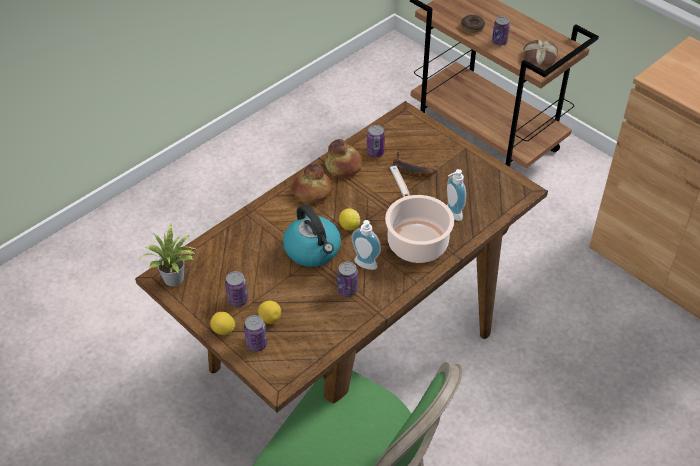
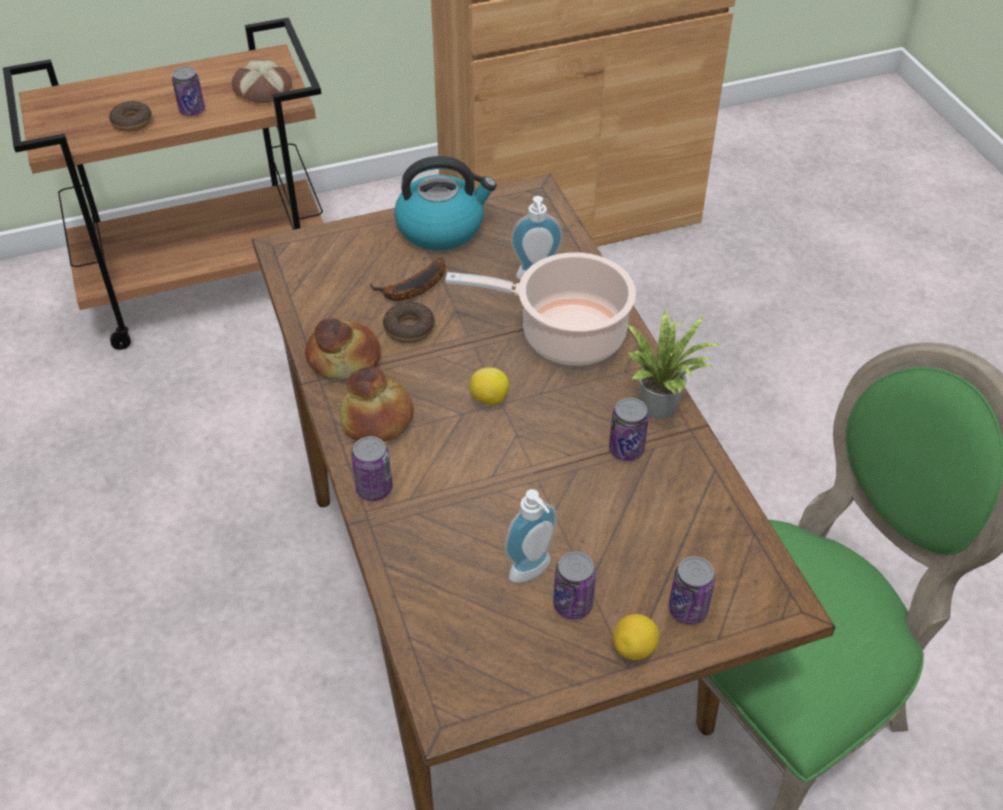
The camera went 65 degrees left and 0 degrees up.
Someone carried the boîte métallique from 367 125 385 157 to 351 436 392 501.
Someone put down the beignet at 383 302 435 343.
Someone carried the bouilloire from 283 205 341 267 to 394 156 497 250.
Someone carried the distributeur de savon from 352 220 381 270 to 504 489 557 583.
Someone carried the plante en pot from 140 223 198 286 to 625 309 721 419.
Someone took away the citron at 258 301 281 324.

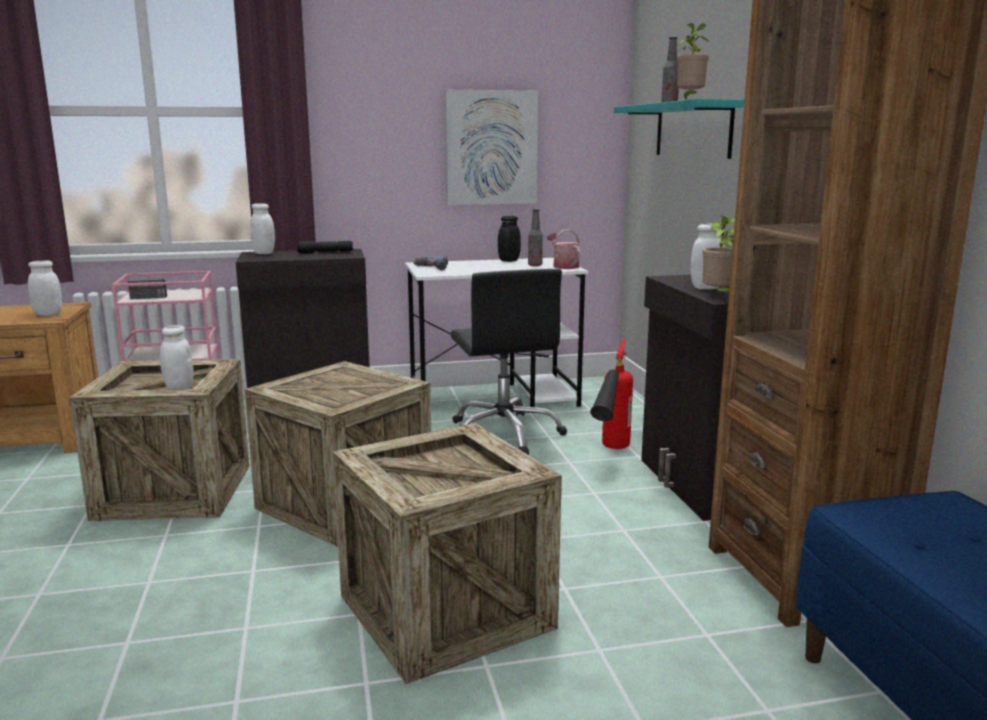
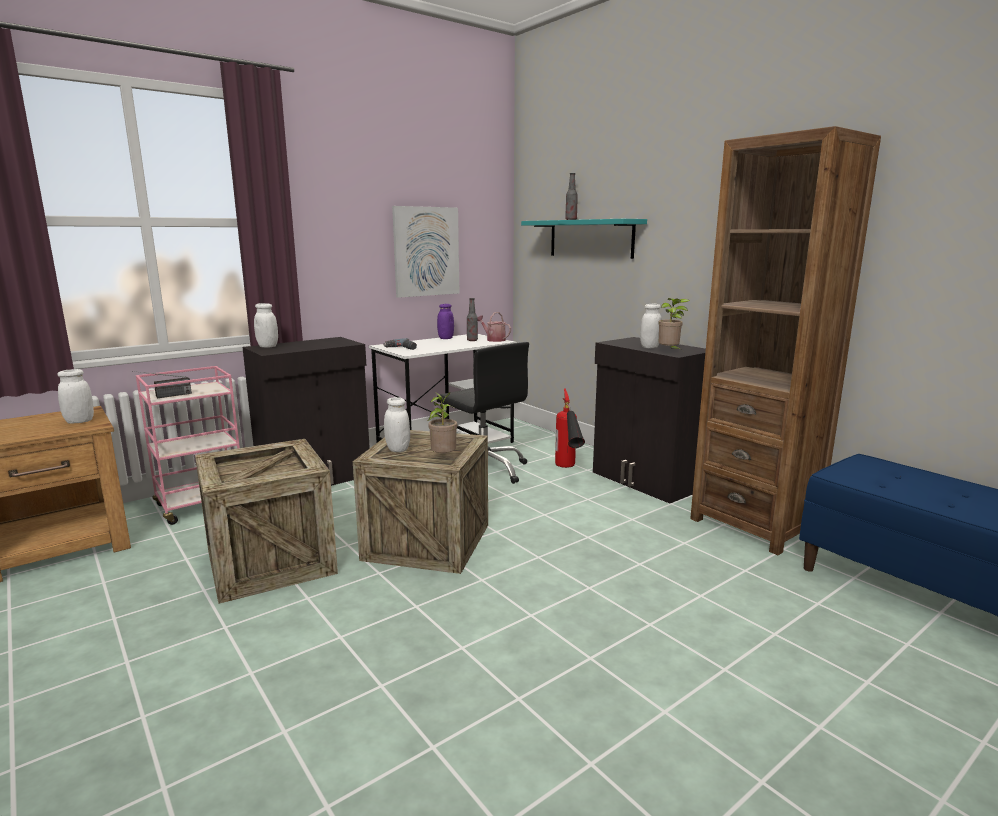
The camera went 25 degrees left and 0 degrees up.
Someone carried the bocal [blanc] from 160 325 194 389 to 384 397 410 452.
Someone carried the plante en pot from 677 23 709 99 to 428 392 457 453.
Someone repainted the bocal [noir] at 498 216 521 262, which became the bocal [violet] at 437 304 454 339.
Someone took away the lampe de poche [noir] at 297 241 353 254.
Someone took away the caisse at 333 423 562 684.

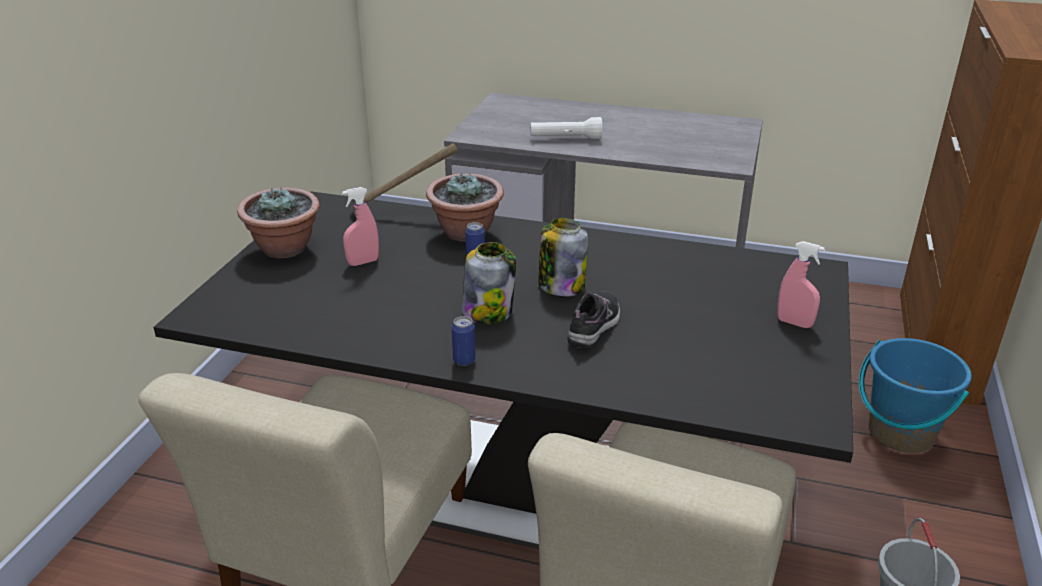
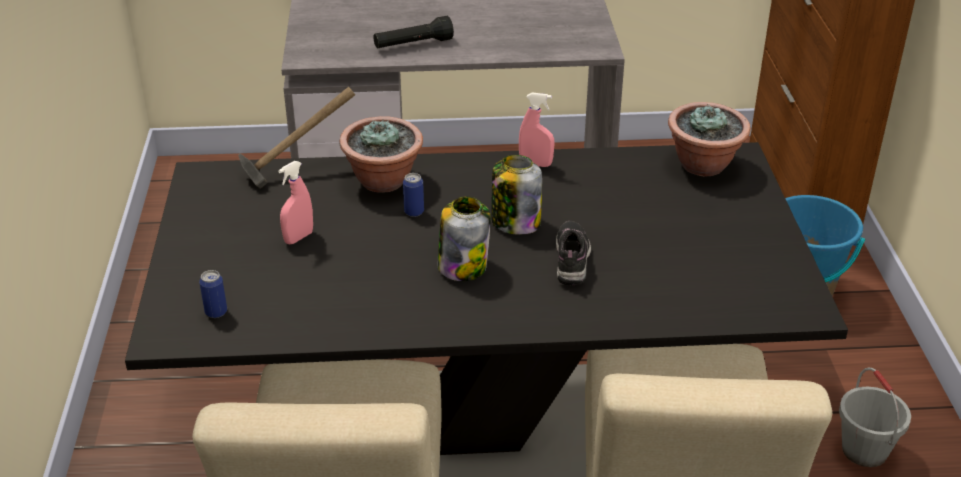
The camera went 20 degrees left and 5 degrees up.
Someone carried the boîte métallique from 452 316 476 366 to 199 270 227 318.
Someone repainted the lampe de poche [blanc] at 530 117 603 139, which became the lampe de poche [noir] at 373 16 454 48.
Someone carried the vaporisateur [rose] from 777 241 825 328 to 519 93 555 167.
Someone carried the plante en pot from 237 187 320 258 to 668 102 751 176.

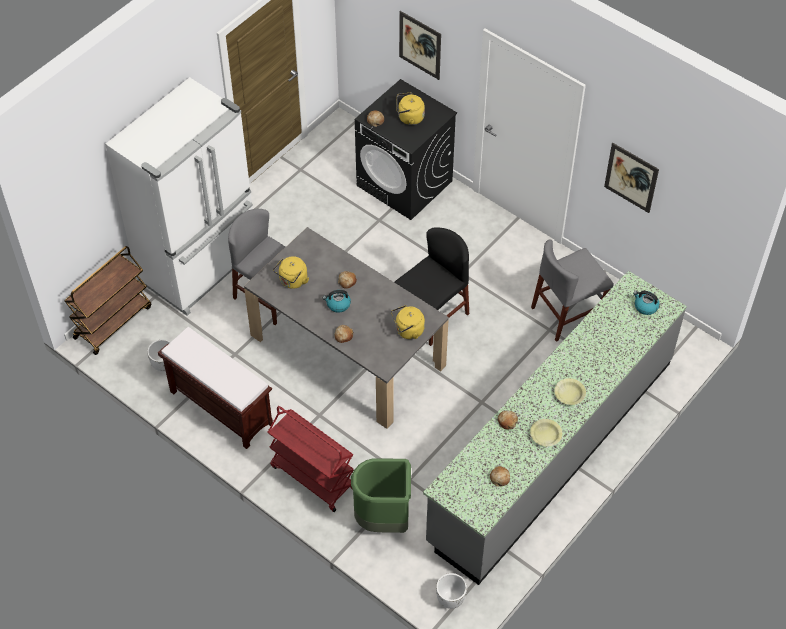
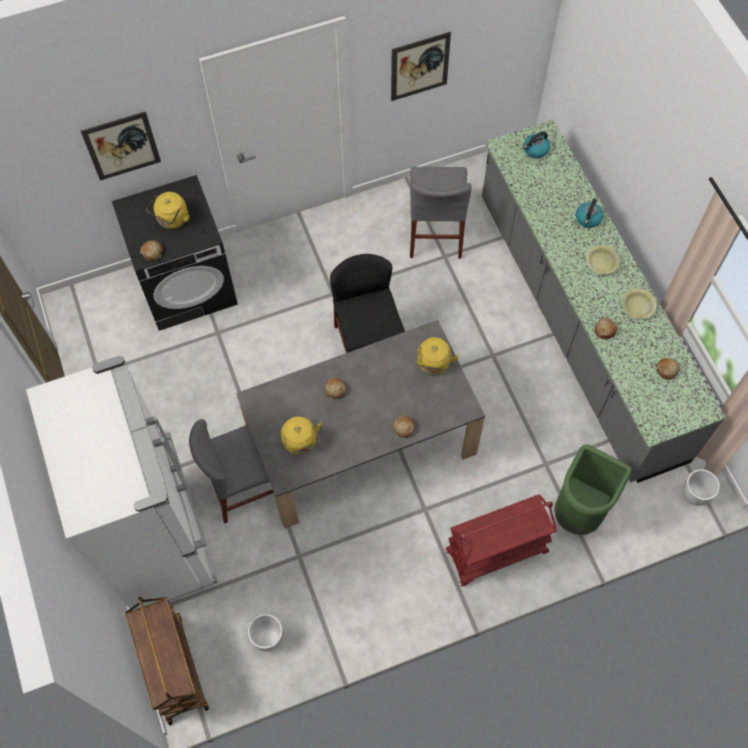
The camera went 60 degrees left and 10 degrees up.
Someone carried the bouilloire from 323 290 351 313 to 576 199 603 228.
Someone took away the banc [marron] at 158 327 273 449.

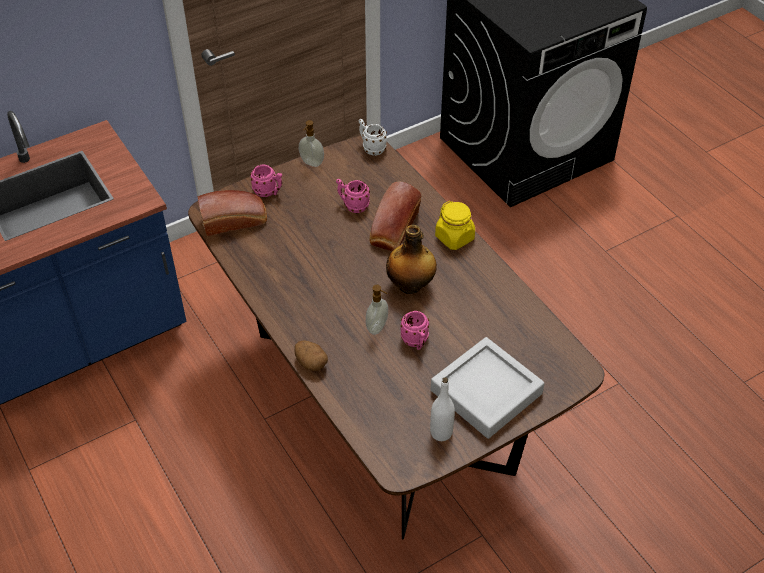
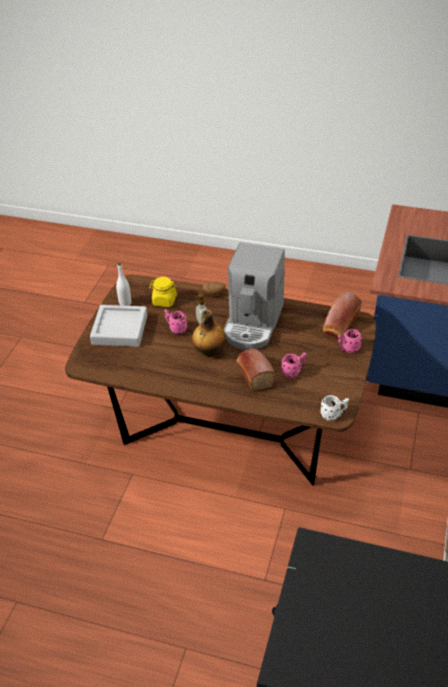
The camera went 140 degrees right and 5 degrees down.
Someone carried the bocal [jaune] from 435 201 475 250 to 149 277 177 307.
Someone put down the machine à café at 223 243 285 350.
Someone took away the distributeur de savon at 299 120 324 167.

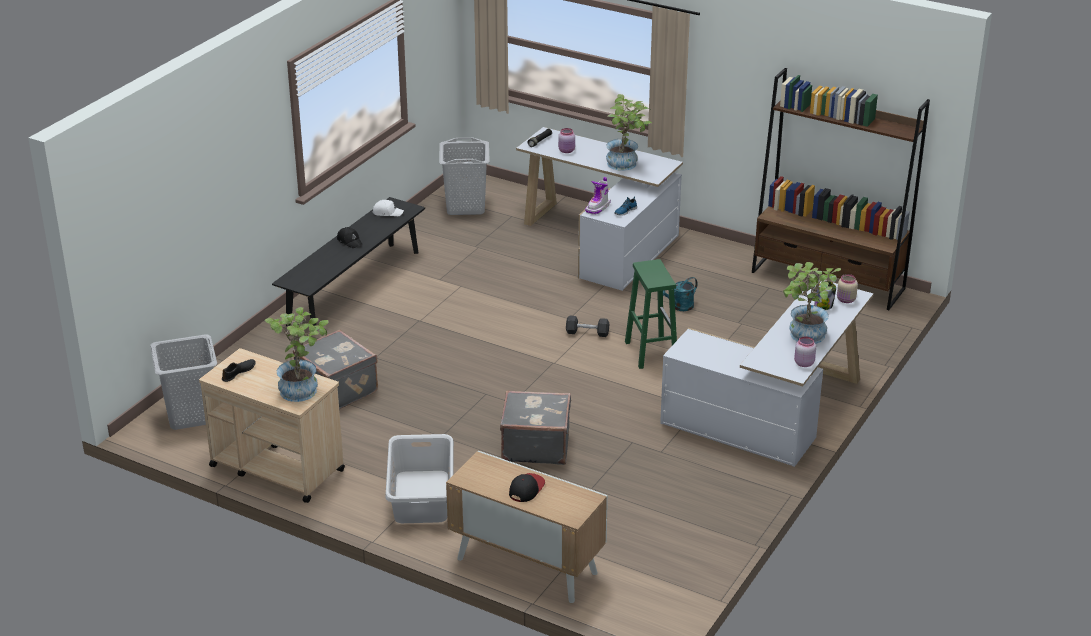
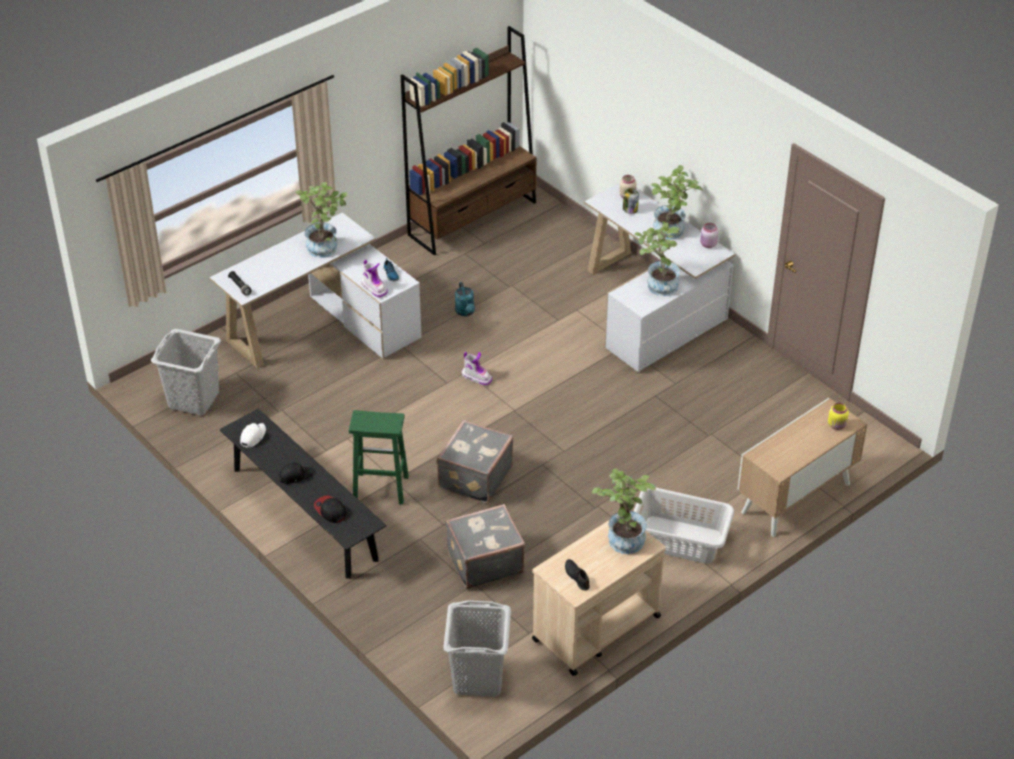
The camera went 70 degrees left and 10 degrees up.
Someone carried the casquette from 509 473 545 502 to 314 496 347 523.
Someone carried the tabouret [vert] from 625 259 677 369 to 349 410 409 504.
Someone carried the valise [gris] from 500 390 571 465 to 437 420 513 503.
Someone swapped the haltère [noir] at 566 315 609 337 for the botte at 462 352 492 386.
Someone put down the plante en pot at 635 223 680 296.
Someone put down the bocal [jaune] at 828 402 849 430.
Someone took away the bocal [rose] at 558 128 575 153.

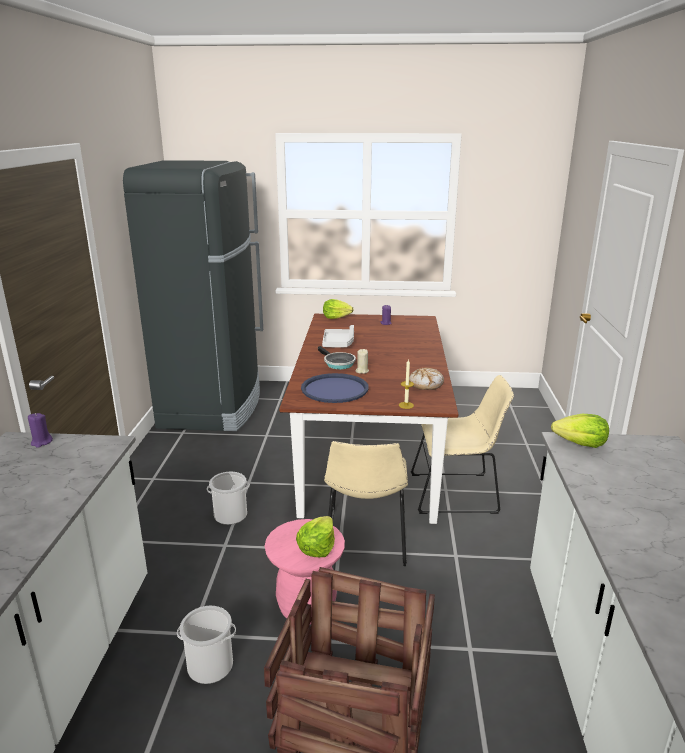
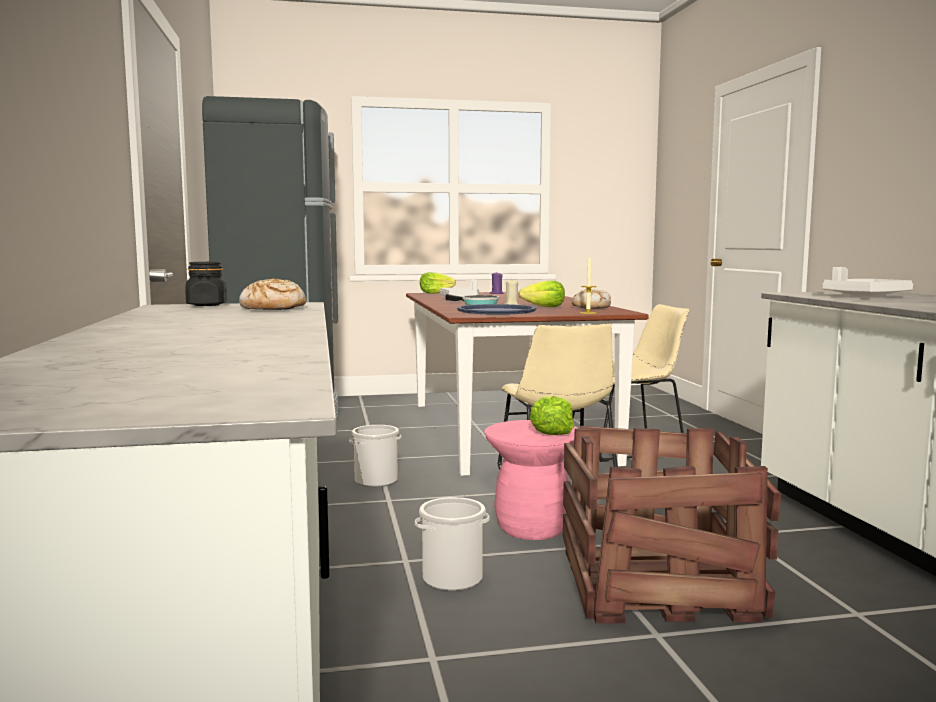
The camera went 15 degrees left and 15 degrees down.
Someone swapped the bougie [violet] at 28 413 53 448 for the bocal [noir] at 185 262 227 306.
Someone put down the pain at 239 278 306 310.
Someone carried the laitue from 551 414 609 448 to 519 280 565 307.
Someone put down the plateau [blanc] at 822 267 913 297.

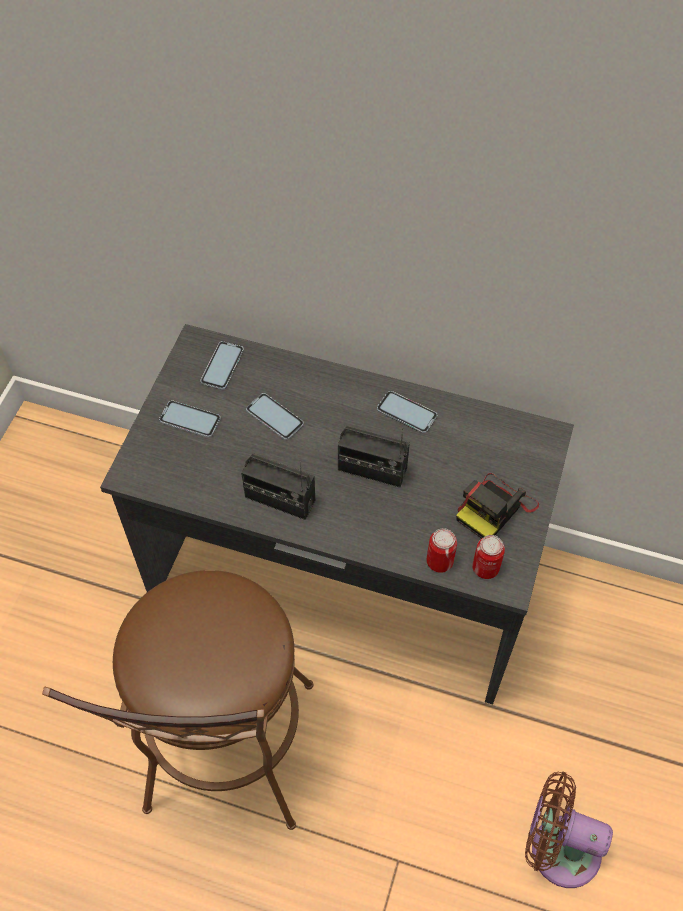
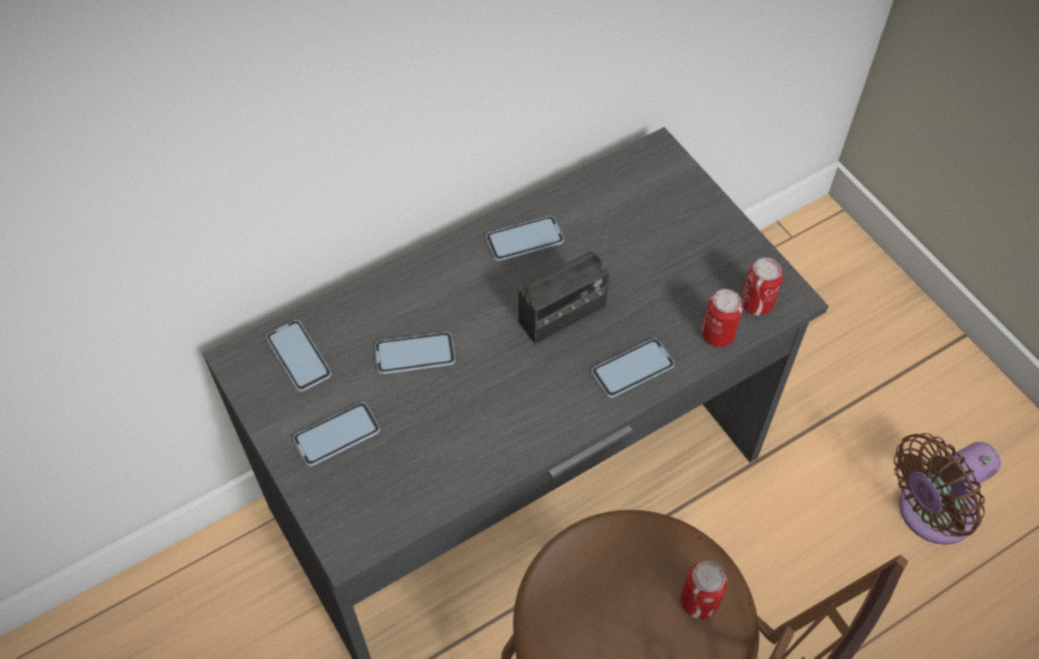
The camera went 50 degrees left and 0 degrees up.
Someone put down the téléphone at 592 338 675 398.
Someone put down the boîte métallique at 681 561 728 619.
Someone took away the radio at 241 453 315 520.
Someone took away the appareil photo at 456 473 539 539.

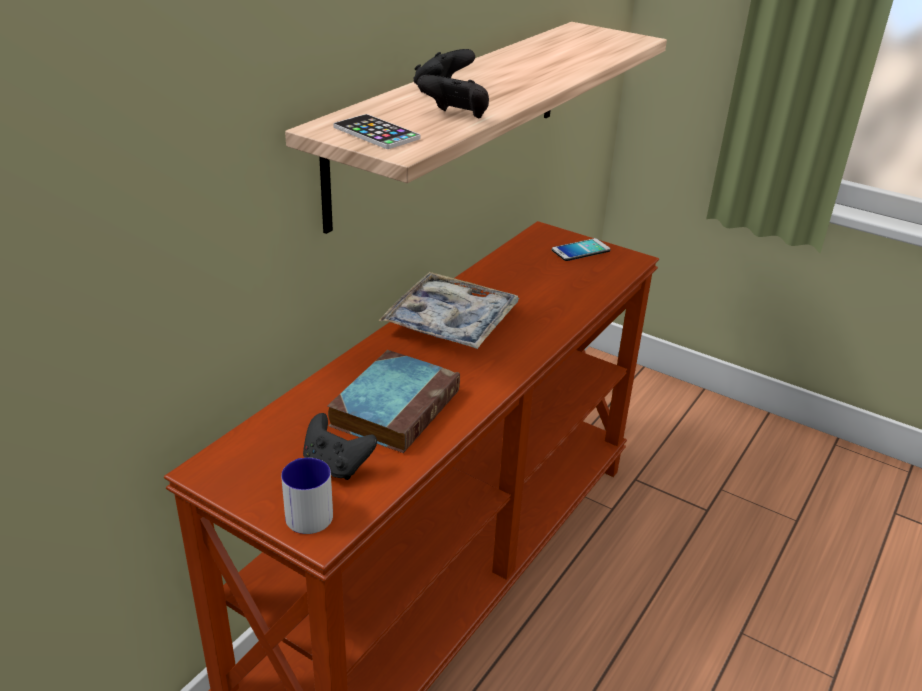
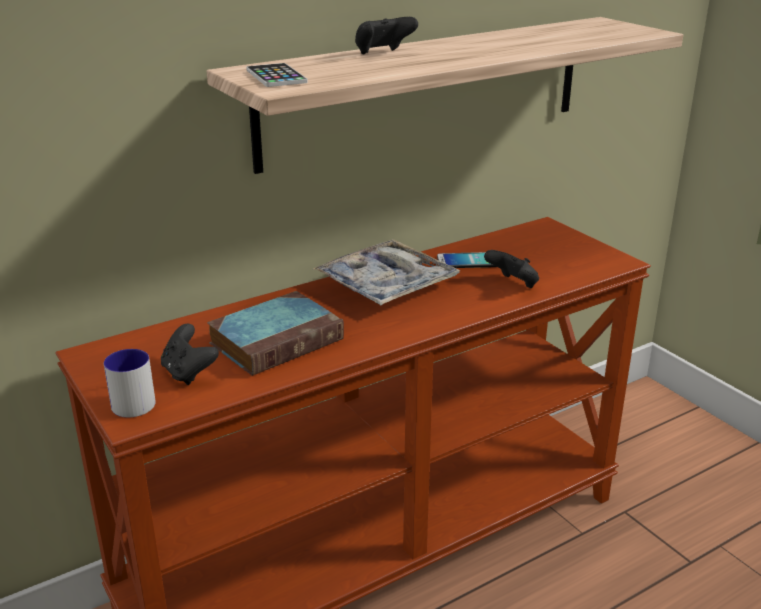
The camera went 25 degrees right and 5 degrees down.
Someone carried the téléphone from 552 238 611 261 to 437 252 497 268.
Someone carried the manette [noir] from 417 75 489 118 to 484 250 539 288.

